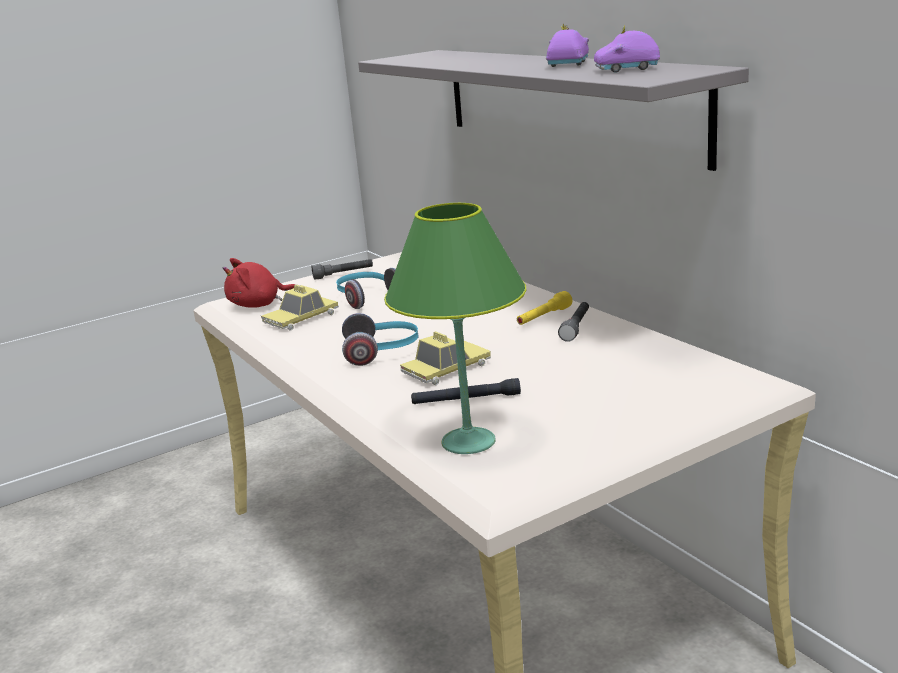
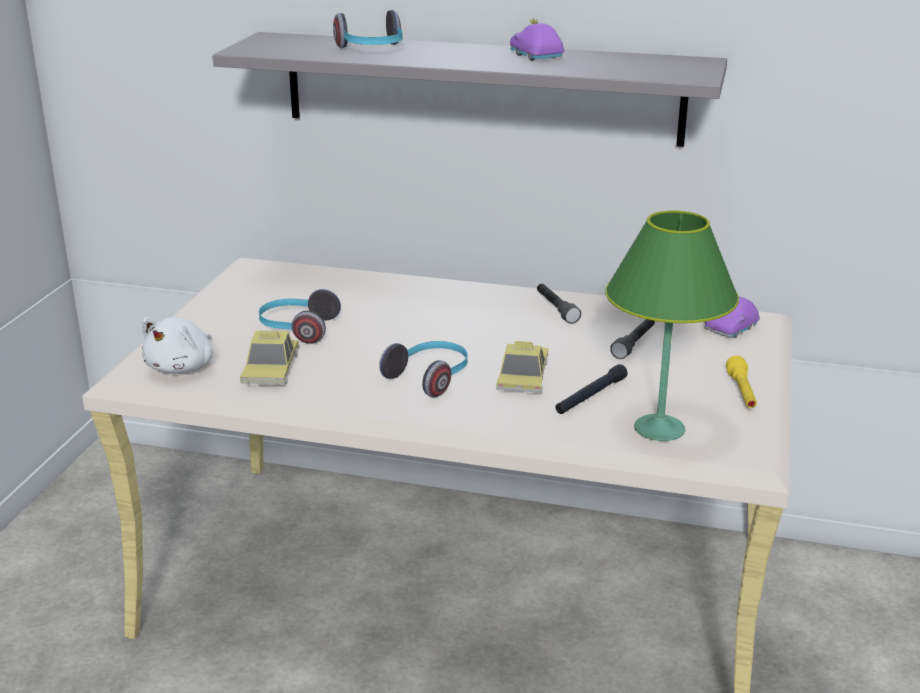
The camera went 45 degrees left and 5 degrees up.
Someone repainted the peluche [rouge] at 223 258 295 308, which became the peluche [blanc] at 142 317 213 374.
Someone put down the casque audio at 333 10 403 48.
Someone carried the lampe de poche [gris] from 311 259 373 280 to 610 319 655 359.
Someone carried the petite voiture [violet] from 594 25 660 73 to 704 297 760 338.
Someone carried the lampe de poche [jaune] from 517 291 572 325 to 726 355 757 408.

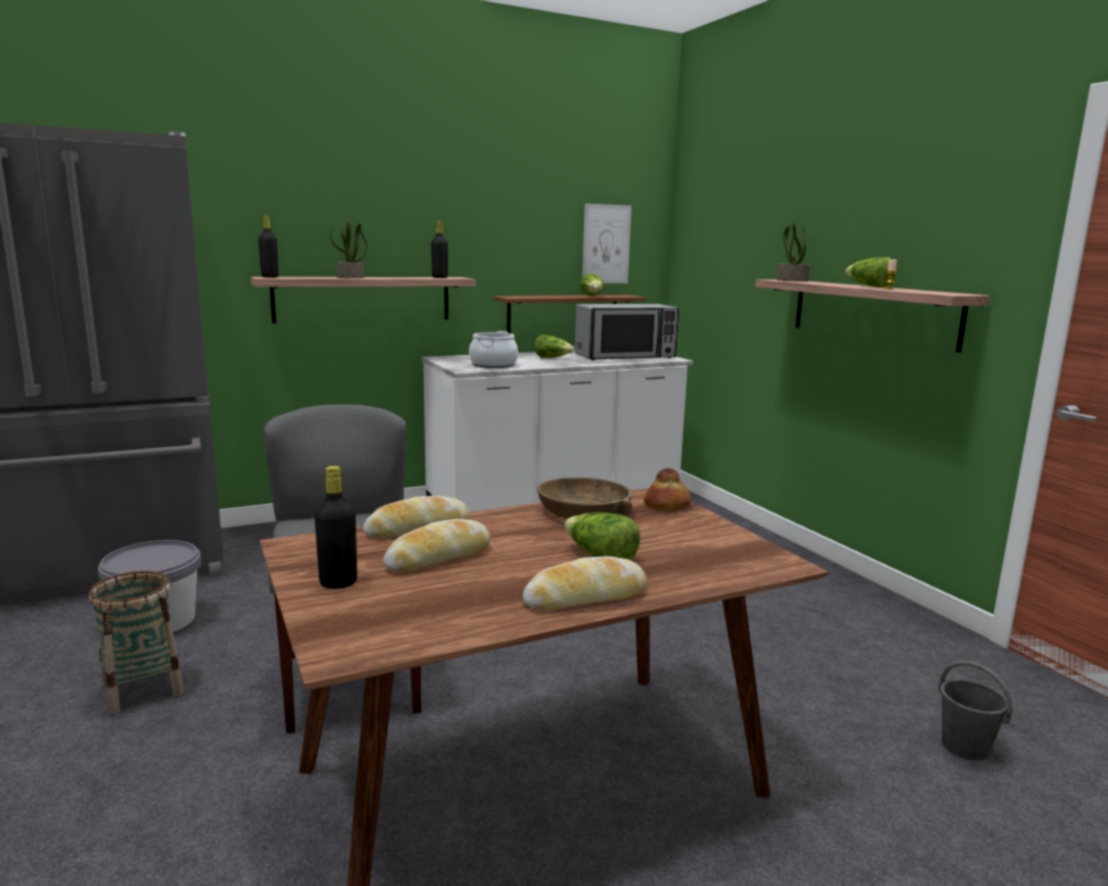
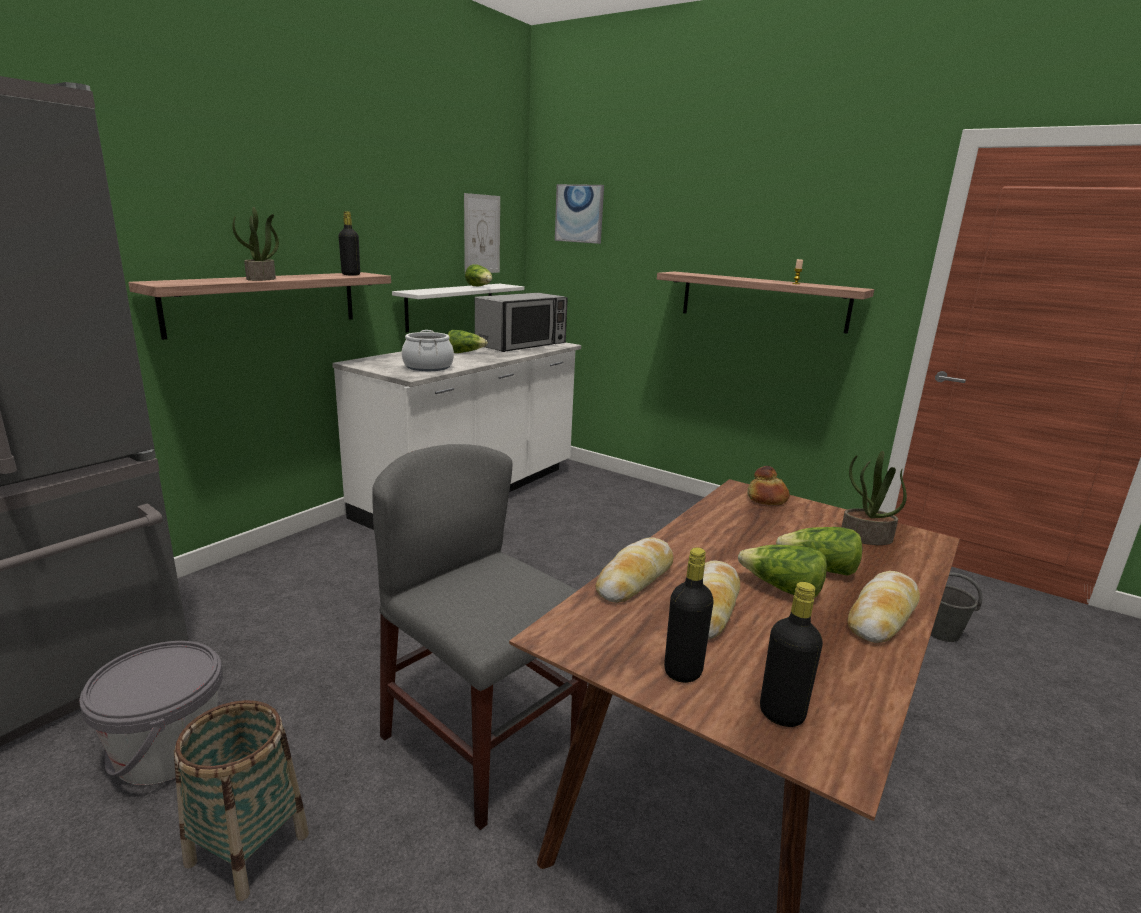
The camera went 30 degrees left and 5 degrees up.
Someone repainted the étagère [marron] at 493 295 646 334, which became the étagère [blanc] at 392 284 524 333.
Someone put up the tableau at 555 184 604 244.
Someone carried the laitue from 845 257 897 288 to 738 545 827 598.
Someone carried the bouteille [noir] from 258 216 279 278 to 760 582 823 727.
Someone carried the plante en pot from 776 219 810 282 to 842 451 907 545.
Someone took away the bol [marron] at 537 477 632 519.

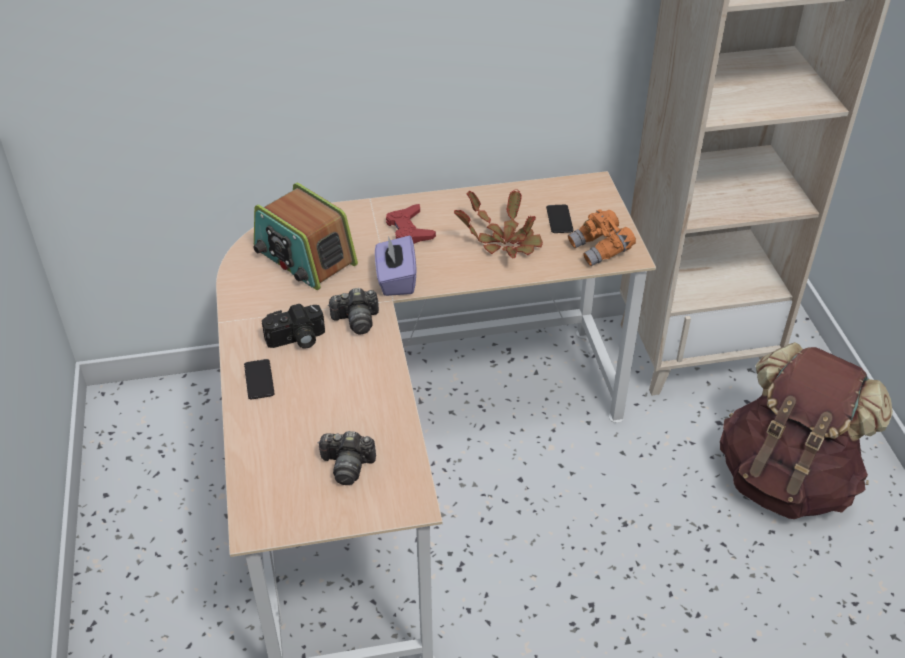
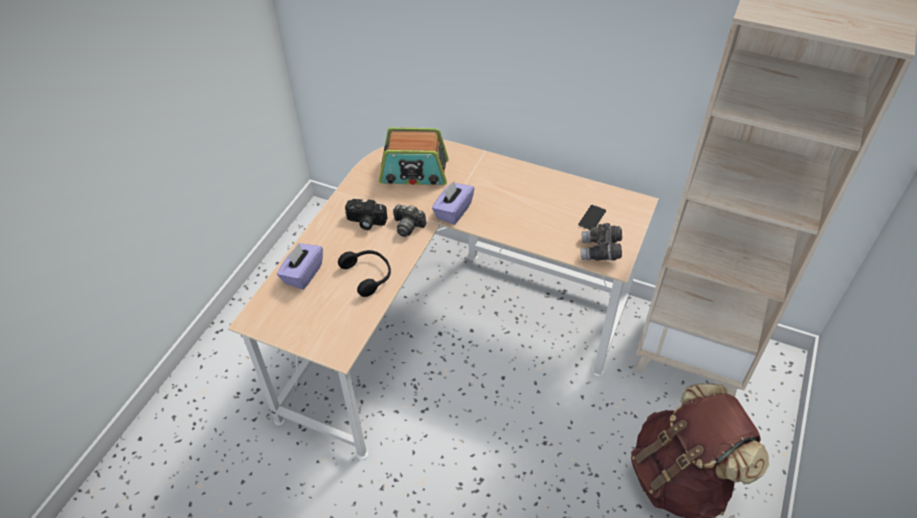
The camera went 35 degrees right and 5 degrees up.
Someone put down the boîte à mouchoirs [violet] at 277 243 323 290.
Someone put down the casque audio [noir] at 338 250 391 297.
Someone rotated the radio at 253 183 358 290 by 75 degrees counterclockwise.
Someone repainted the jumelles [orange] at 568 209 636 266, which became the jumelles [gris] at 580 223 622 261.
Someone took away the téléphone at 244 359 275 399.
Someone took away the appareil photo at 318 431 376 485.
Someone took away the manette [rouge] at 386 204 436 244.
Someone took away the plante en pot at 454 189 543 258.

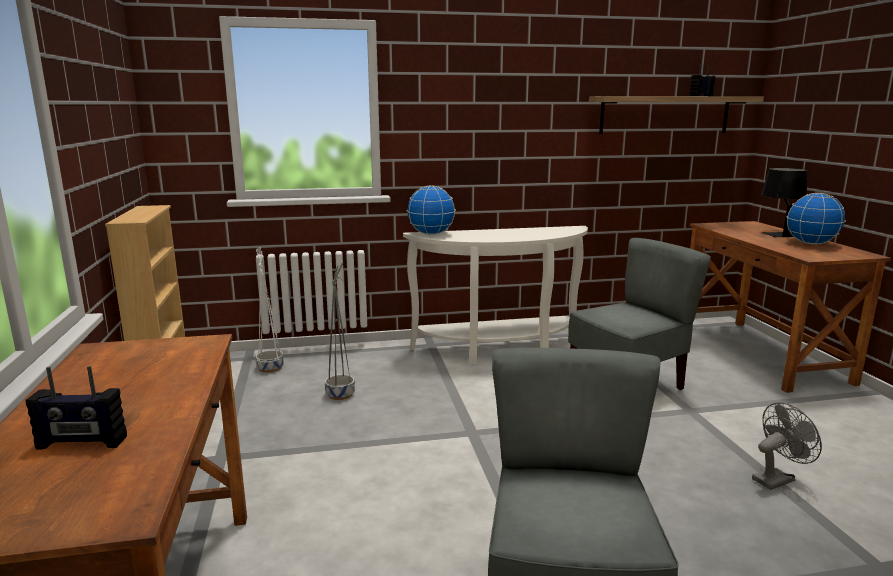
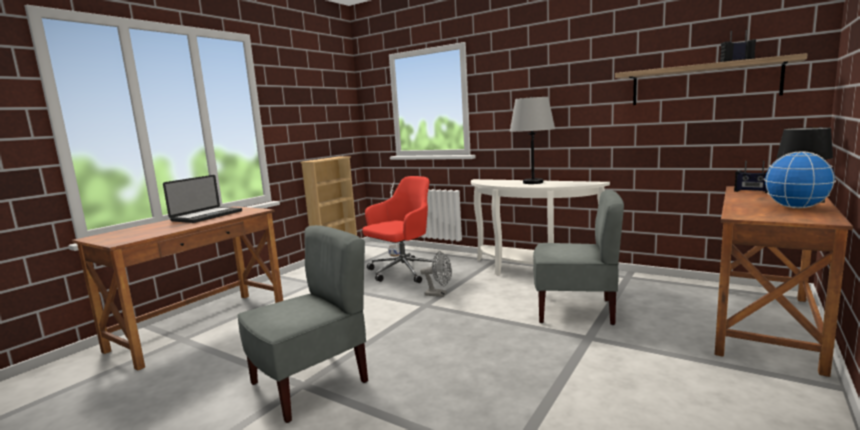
The camera went 45 degrees right and 5 degrees down.
Someone put down the ordinateur portable at 163 175 242 223.
Someone swapped the cache-pot [gris] at 325 263 355 400 for the chaise de bureau [rouge] at 362 176 444 283.
Someone carried the ventilateur [gris] from 752 402 822 490 to 420 251 452 297.
Someone put down the lampe de table [gris] at 510 97 555 184.
Someone carried the radio from 26 366 127 450 to 734 161 768 193.
Someone took away the globe at 407 185 456 235.

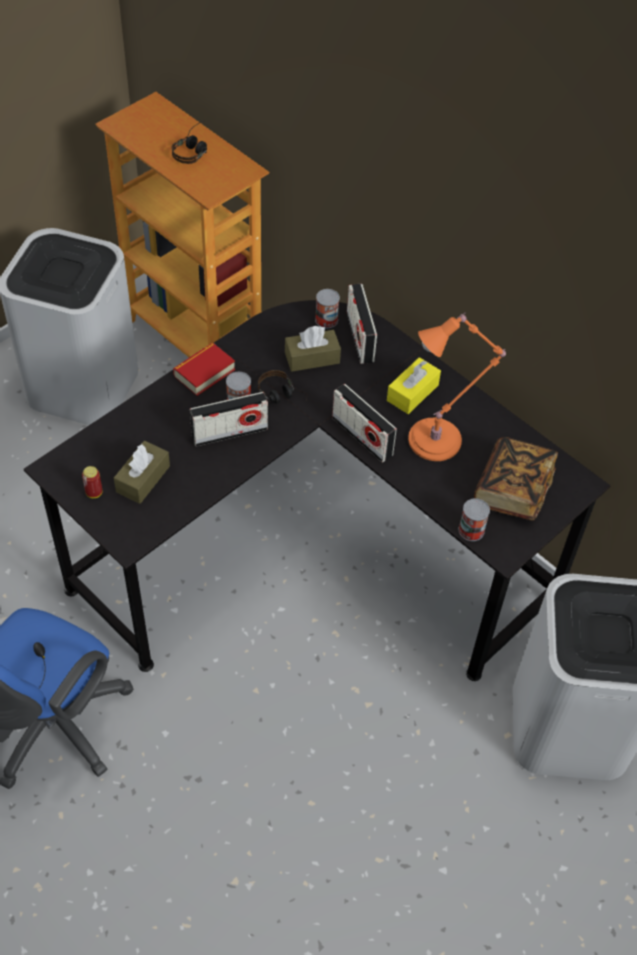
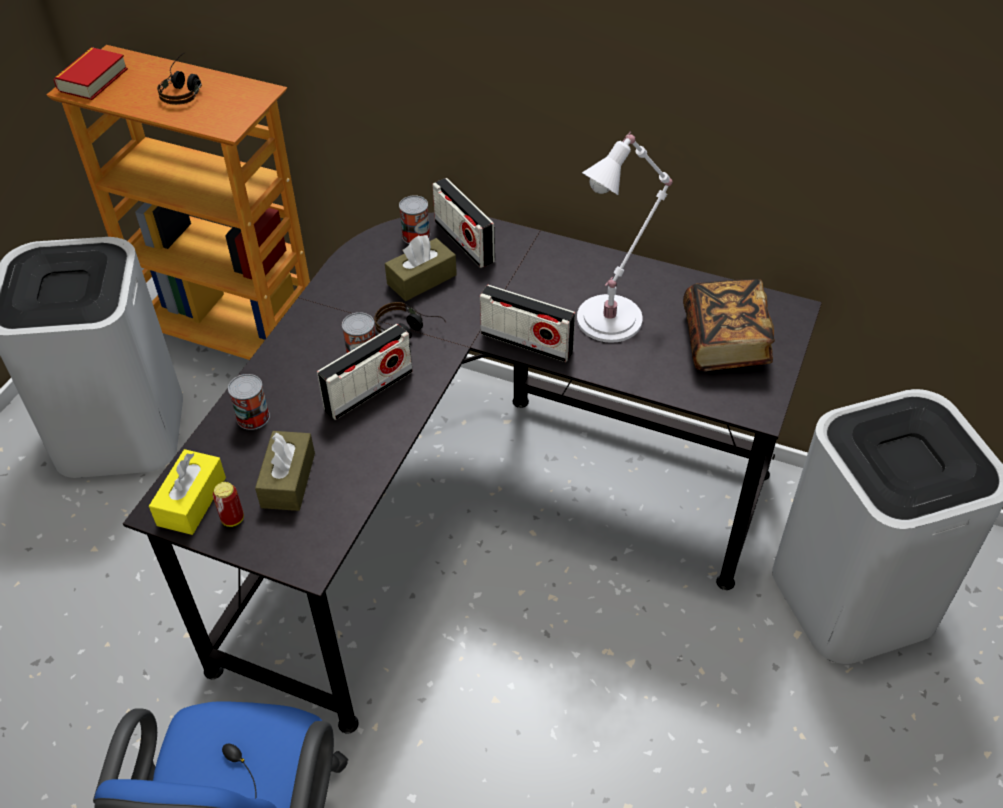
The camera went 20 degrees left and 5 degrees down.
Someone carried the livre from 173 343 235 396 to 53 47 128 100.
Someone carried the boîte à mouchoirs [jaune] from 387 357 441 414 to 149 449 226 535.
Someone carried the boîte métallique from 458 498 490 541 to 228 374 270 430.
Someone repainted the lampe de table [orange] at 408 312 506 461, which became the lampe de table [blanc] at 577 131 673 343.

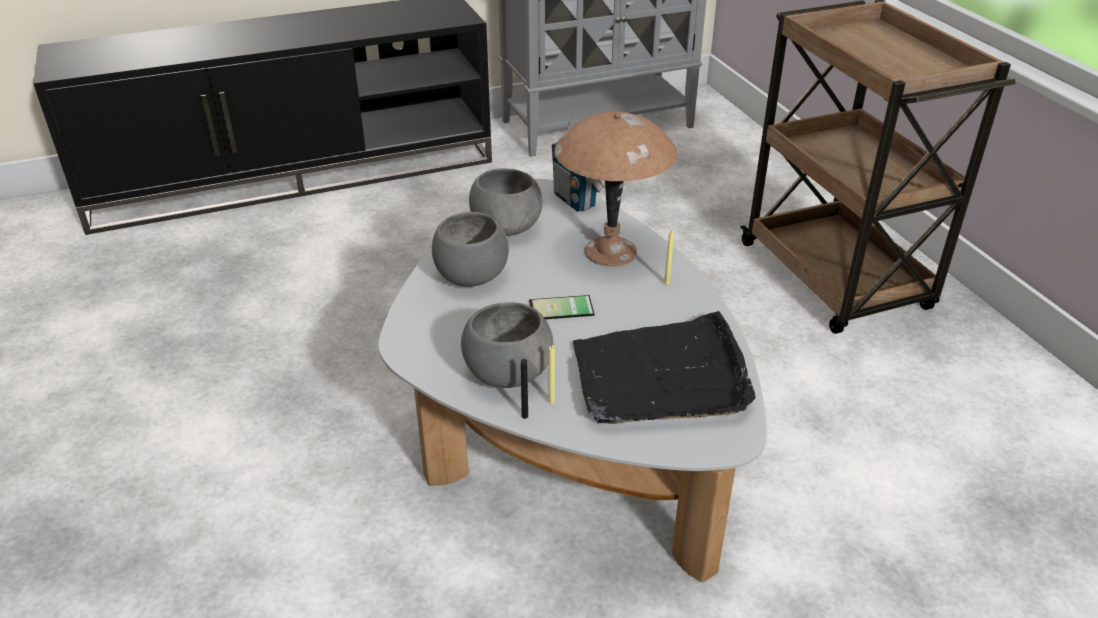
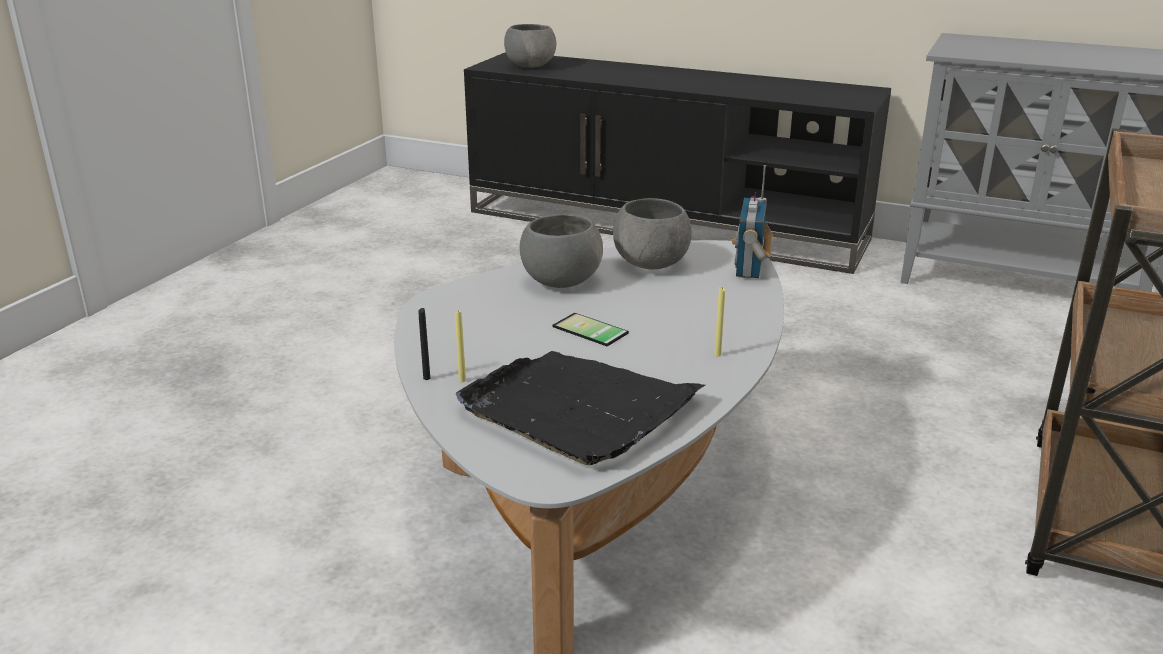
The camera went 45 degrees right and 10 degrees down.
Someone carried the bol [gris] from 461 302 553 388 to 504 24 556 68.
Someone took away the lampe de table [marron] at 554 111 678 266.

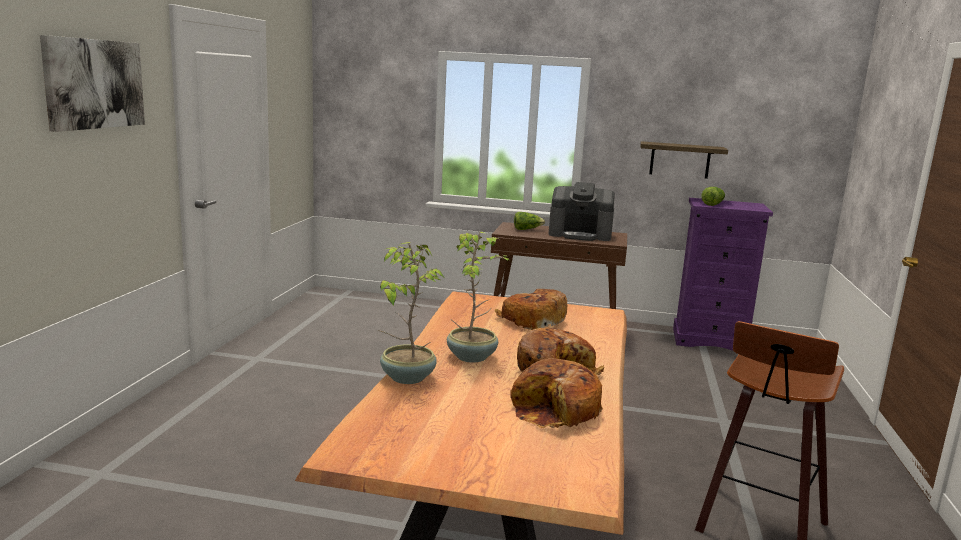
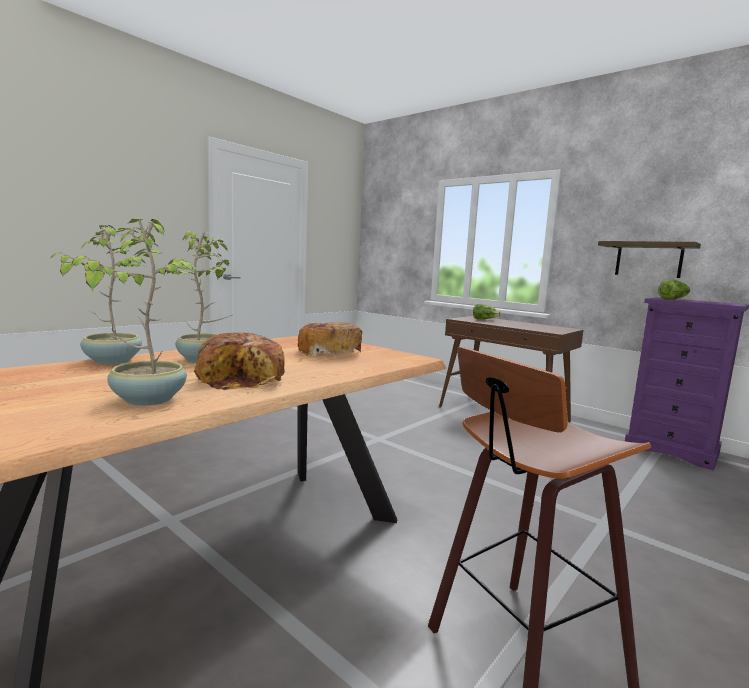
The camera went 30 degrees right and 5 degrees down.
Someone swapped the pain at 510 358 603 428 for the plante en pot at 71 219 194 406.
Someone took away the tableau at 40 35 145 132.
Someone took away the machine à café at 548 182 615 241.

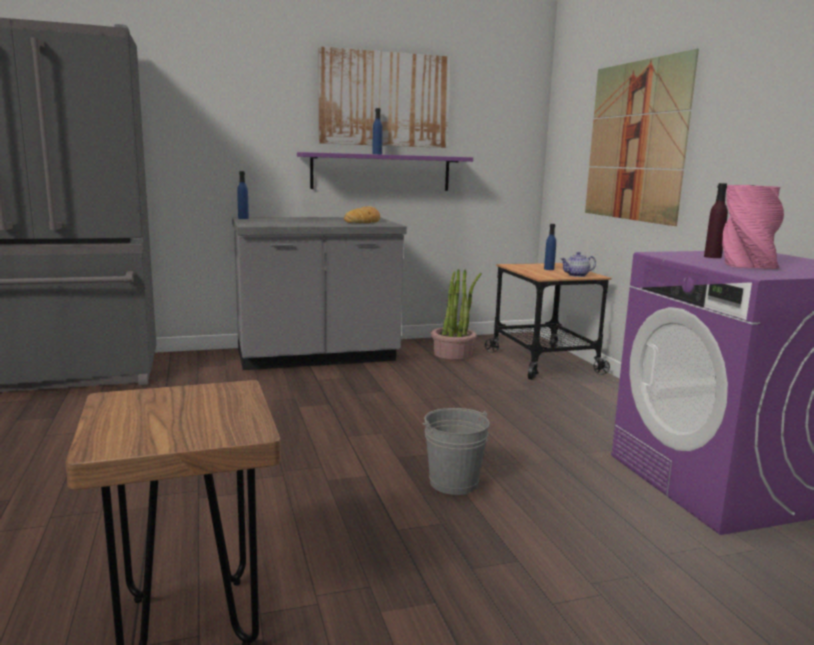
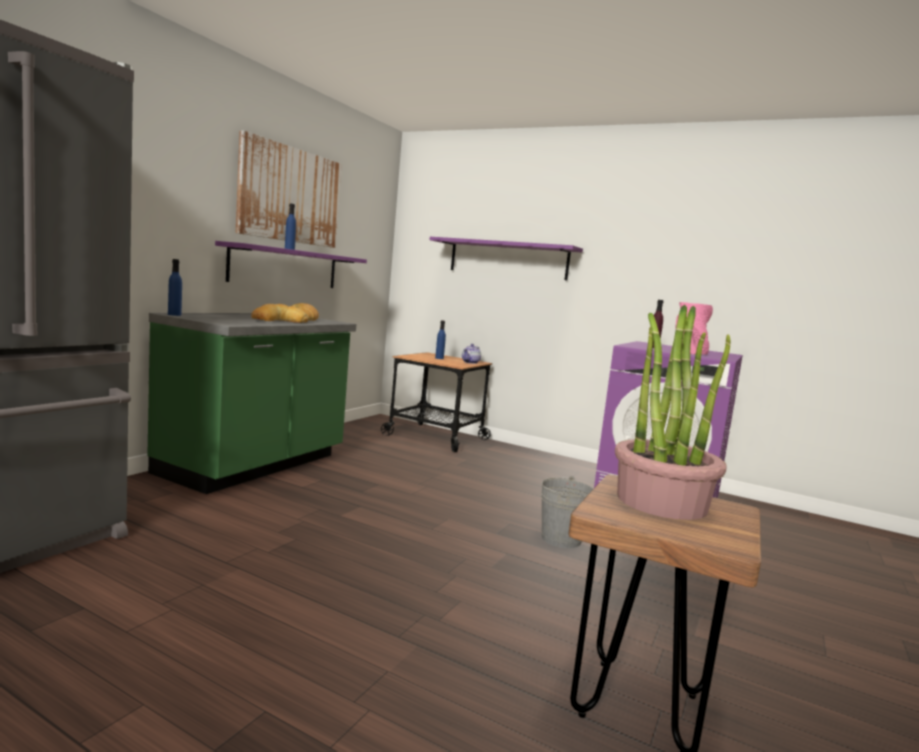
The camera went 45 degrees left and 5 degrees down.
Someone repainted the comptoir de cuisine [gris] at 232 217 407 370, which became the comptoir de cuisine [vert] at 147 313 356 494.
Someone put down the pain at 251 304 308 323.
Someone swapped the tableau at 585 49 699 226 for the étagère [violet] at 430 237 583 280.
Someone carried the plante en pot from 431 269 482 360 to 615 305 731 520.

